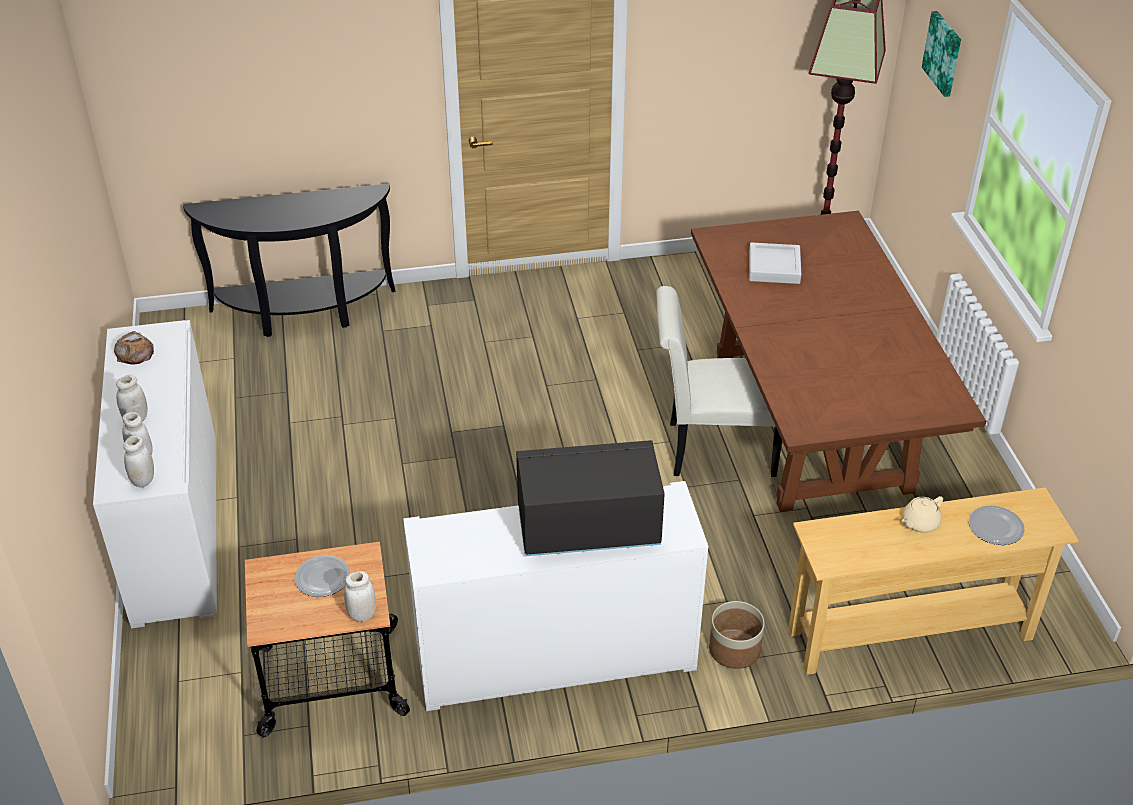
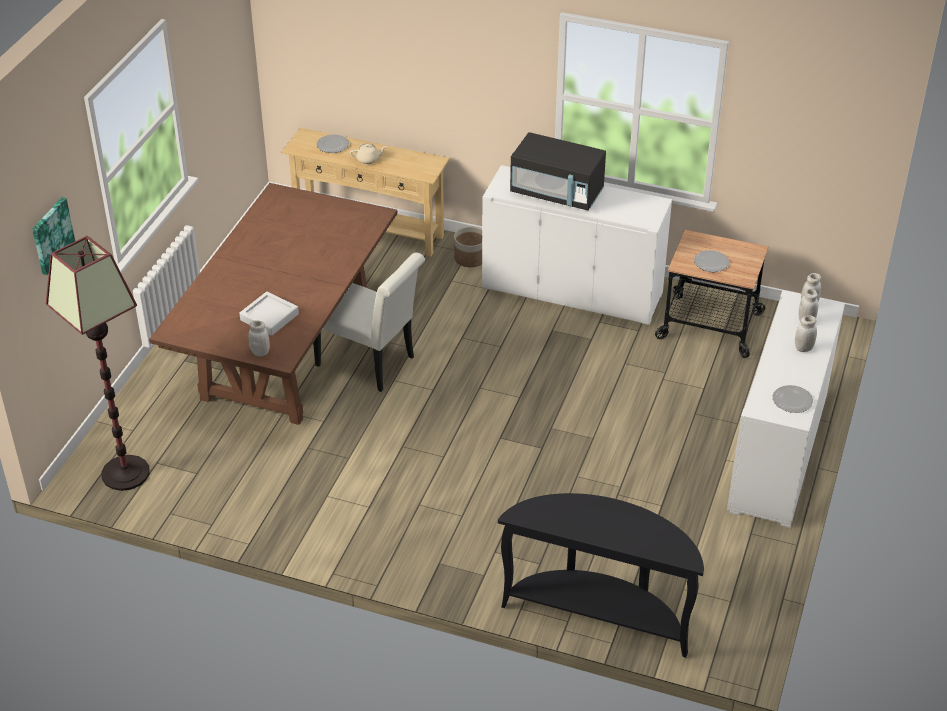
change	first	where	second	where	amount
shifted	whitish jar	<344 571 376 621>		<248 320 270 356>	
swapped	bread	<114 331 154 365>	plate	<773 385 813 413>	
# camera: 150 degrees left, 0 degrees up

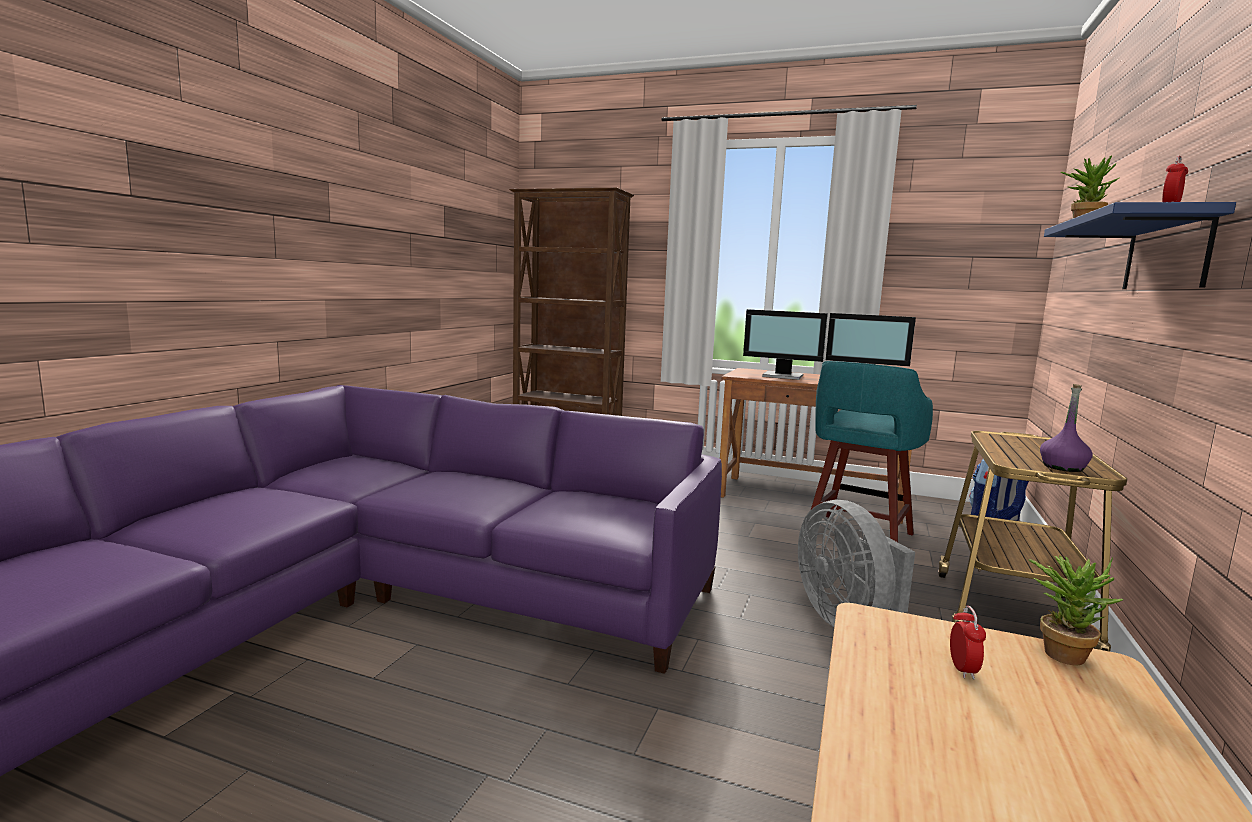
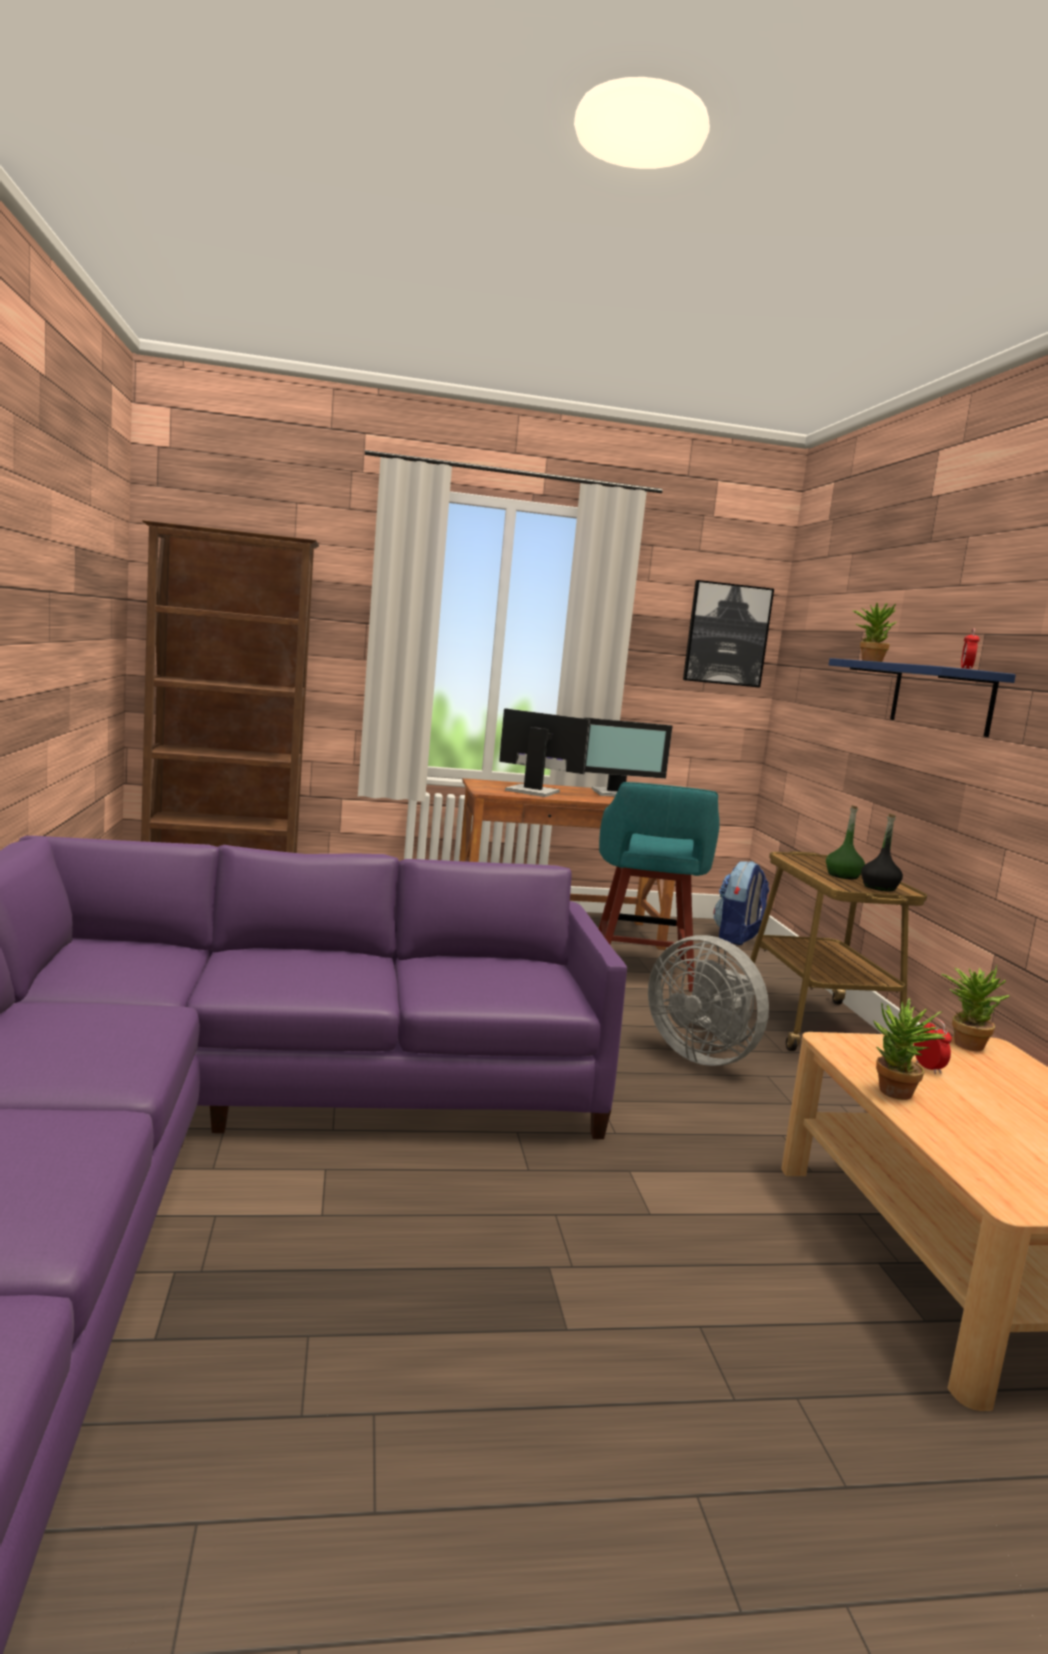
change	first	where	second	where	amount
new			wall picture	<683 580 774 688>	
new			greenish beverage bottle	<826 805 865 879>	
new			plant in a pot	<873 998 946 1100>	
repainted	purple beverage bottle	<1040 384 1093 472>	black-coloured beverage bottle	<861 813 903 892>	
rotated	computer screen	<743 309 828 380>		<499 709 591 797>	150 degrees counterclockwise
# camera: 30 degrees left, 0 degrees up

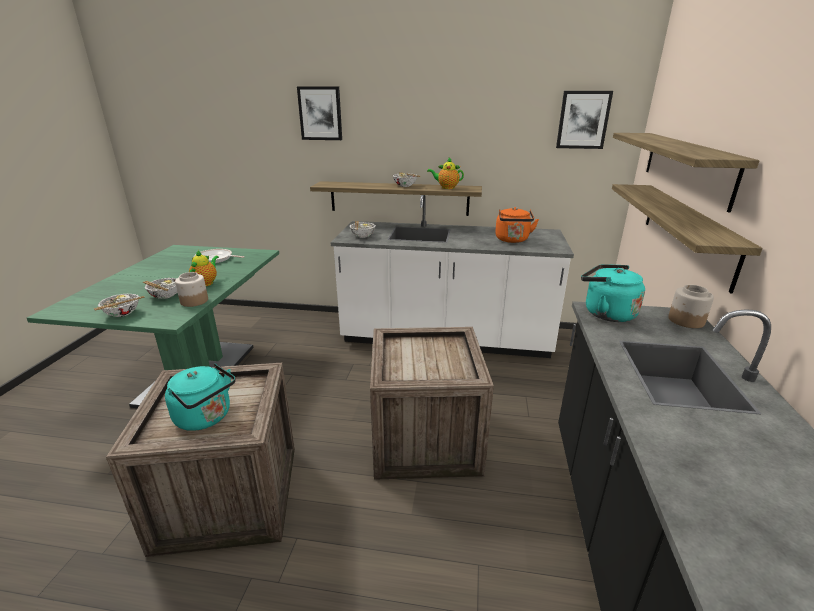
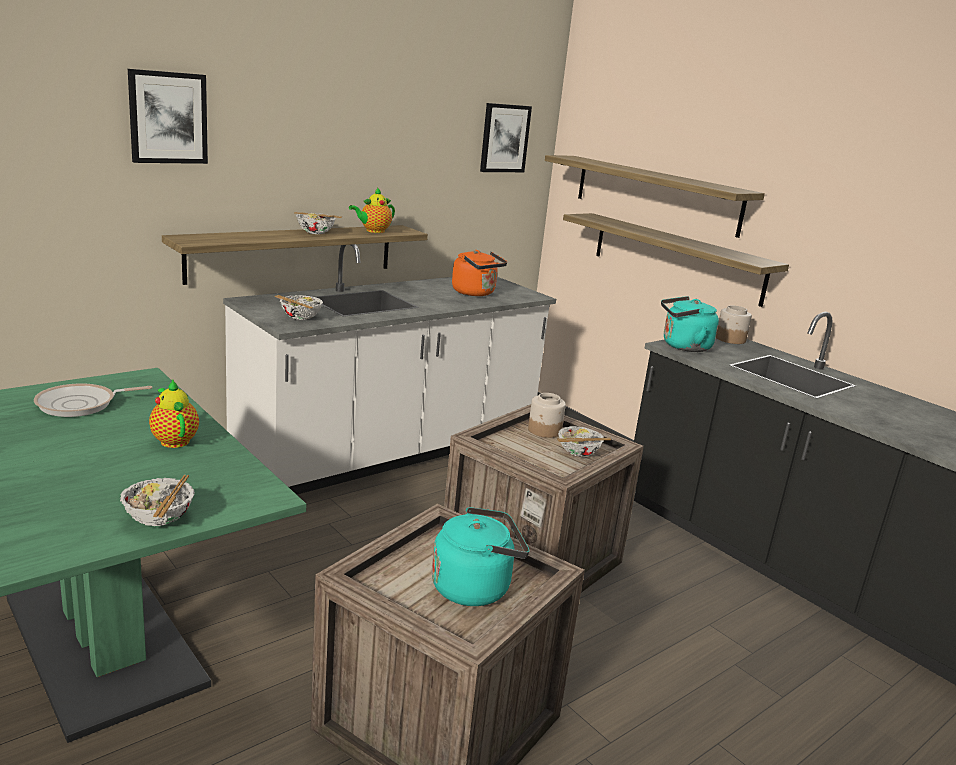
change	first	where	second	where	amount
shifted	serving bowl	<143 278 177 299>		<557 426 611 457>	
shifted	jar	<175 272 208 307>		<528 393 566 438>	
# camera: 50 degrees left, 5 degrees down

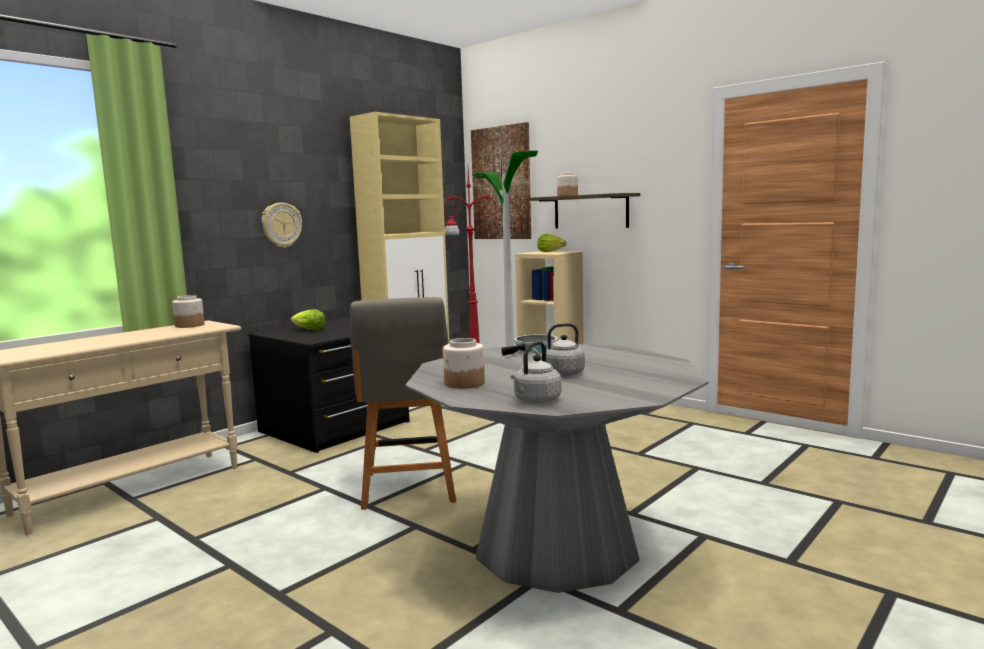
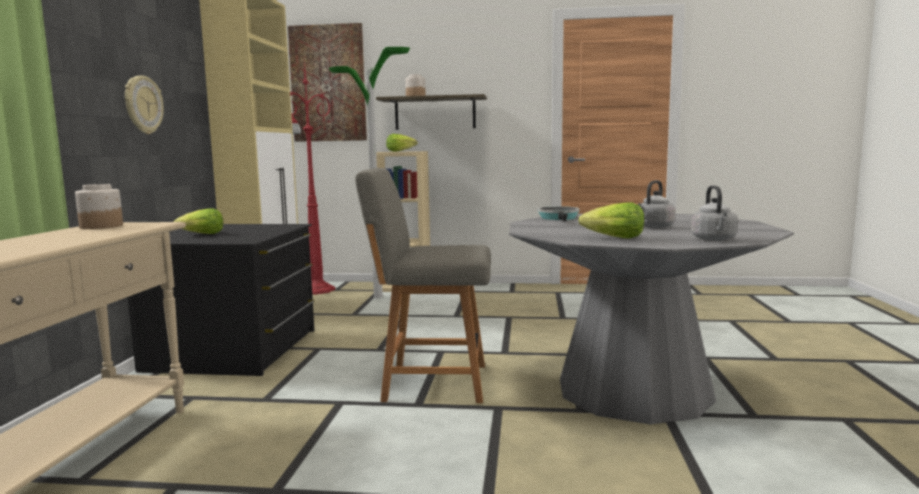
change	first	where	second	where	amount
swapped	jar	<443 338 485 389>	lettuce head	<578 203 644 238>	
rotated	gray plain chair	<350 297 456 510>		<355 168 491 403>	135 degrees clockwise
# camera: 35 degrees left, 0 degrees up

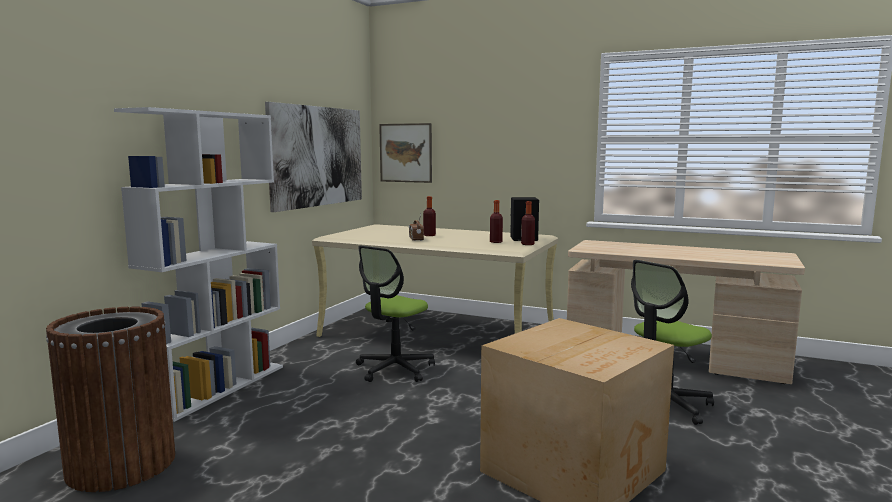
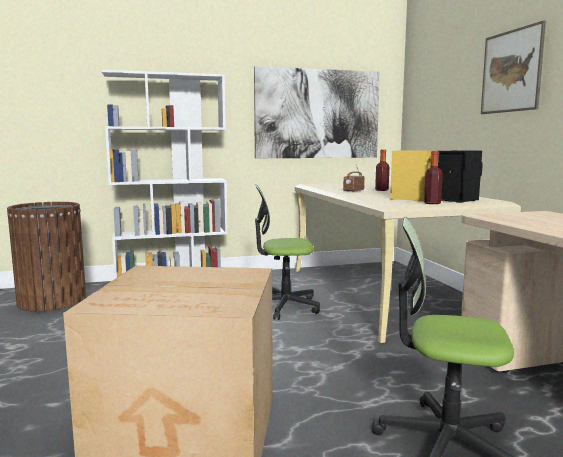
change	first	where	second	where	amount
shifted	wall picture	<379 123 432 183>		<481 20 546 114>	
swapped	beverage bottle	<490 200 503 243>	yellow-coloured loudspeaker	<390 150 433 201>	
# camera: 50 degrees right, 0 degrees up

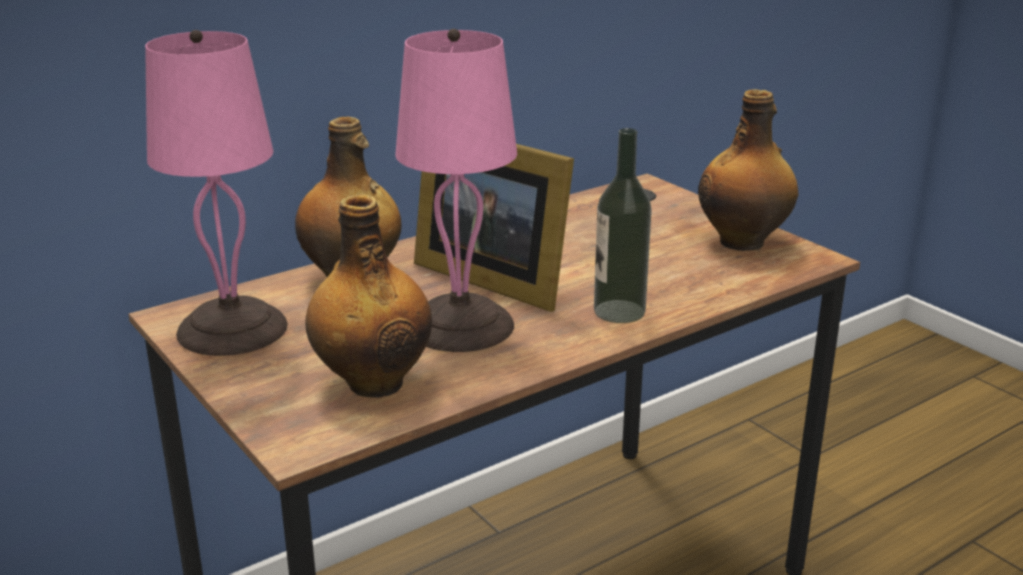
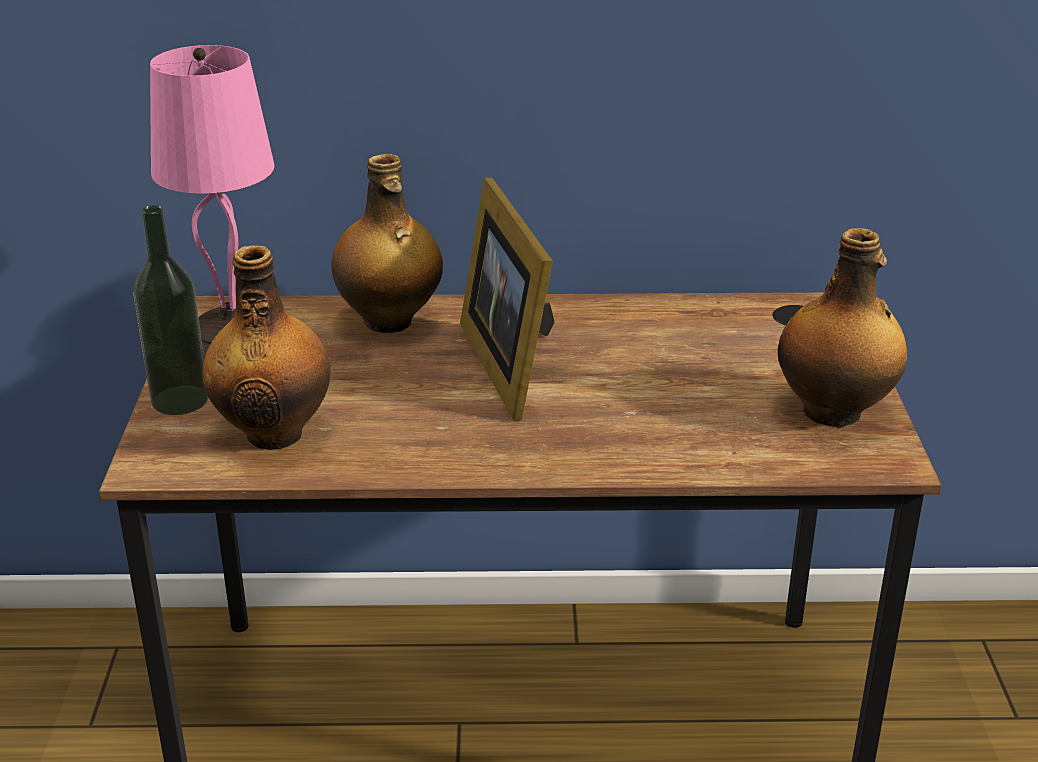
change	first	where	second	where	amount
gone	pink-coloured table lamp	<395 29 517 352>			
shifted	beverage bottle	<594 128 652 323>		<134 205 208 415>	
# camera: 35 degrees right, 5 degrees up

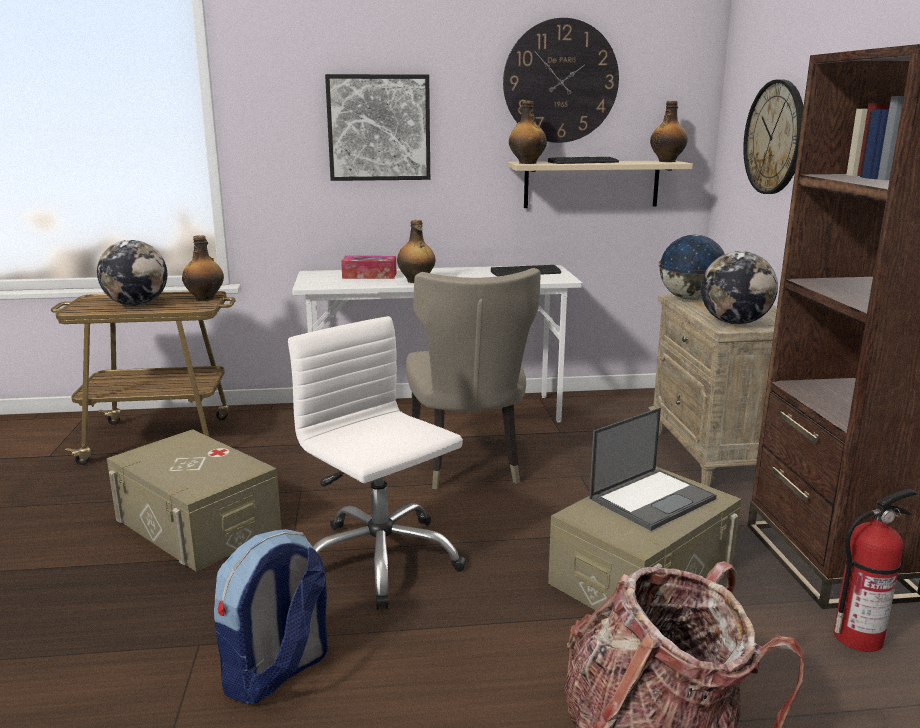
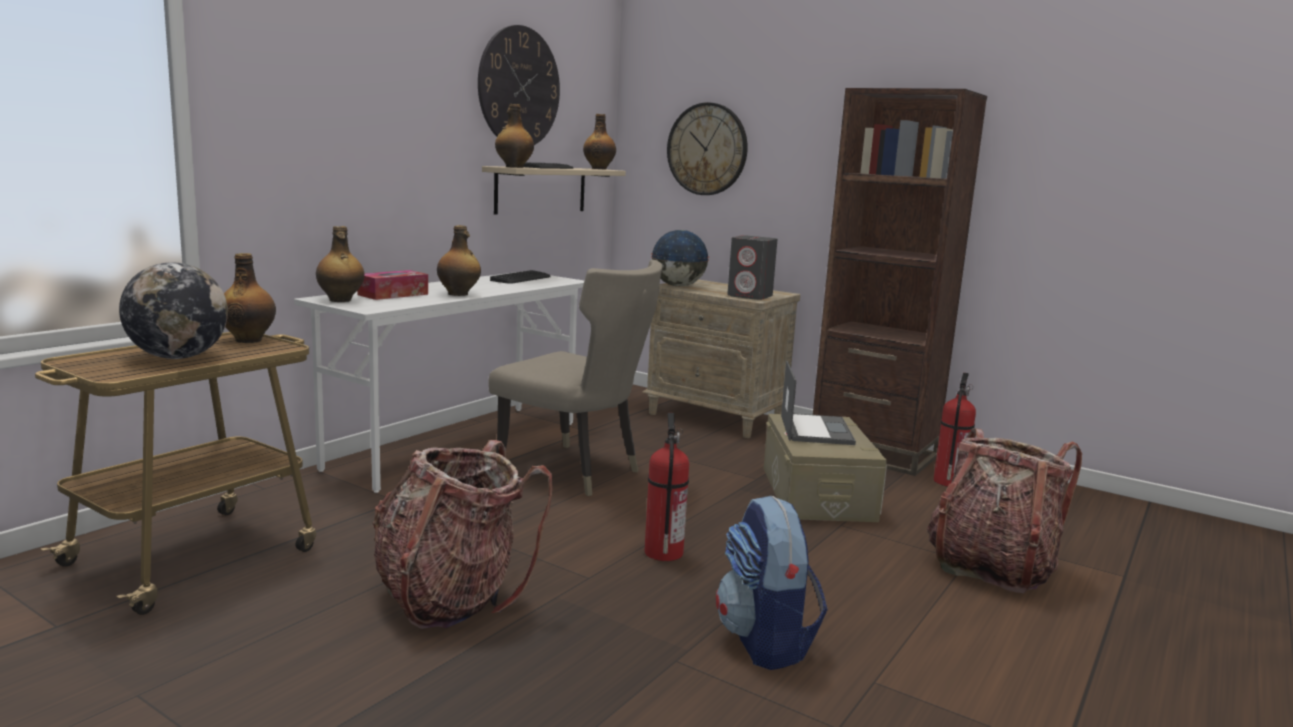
change	first	where	second	where	amount
gone	wall picture	<325 74 430 181>			
new			beverage bottle	<316 226 365 302>	
swapped	beige storage box	<107 429 282 572>	backpack	<373 440 553 629>	
swapped	whitish desk chair	<288 316 466 609>	fire extinguisher	<645 413 689 561>	
swapped	globe	<701 251 778 324>	gray loudspeaker	<727 235 778 300>	
# camera: 50 degrees left, 5 degrees down

